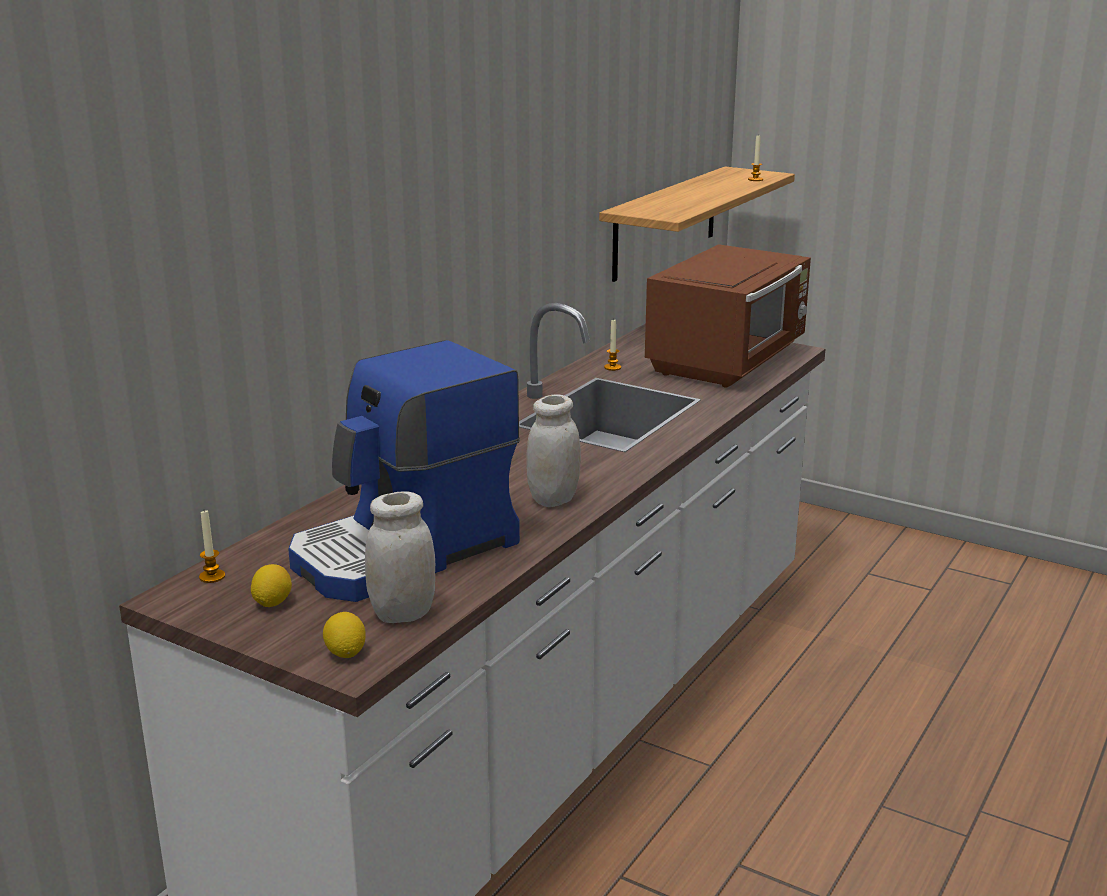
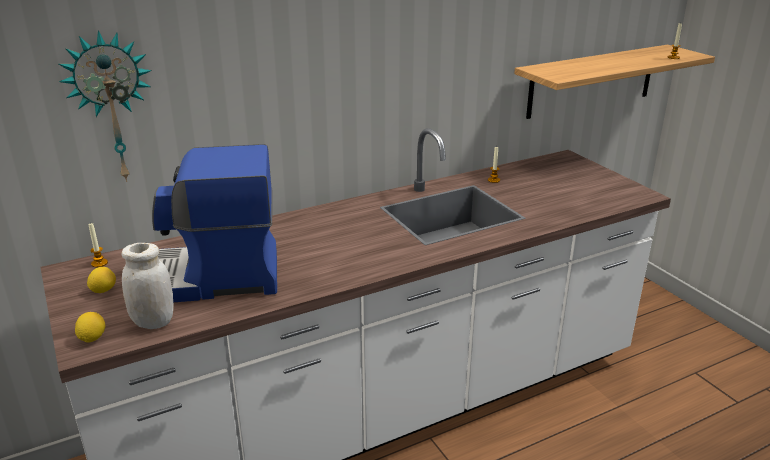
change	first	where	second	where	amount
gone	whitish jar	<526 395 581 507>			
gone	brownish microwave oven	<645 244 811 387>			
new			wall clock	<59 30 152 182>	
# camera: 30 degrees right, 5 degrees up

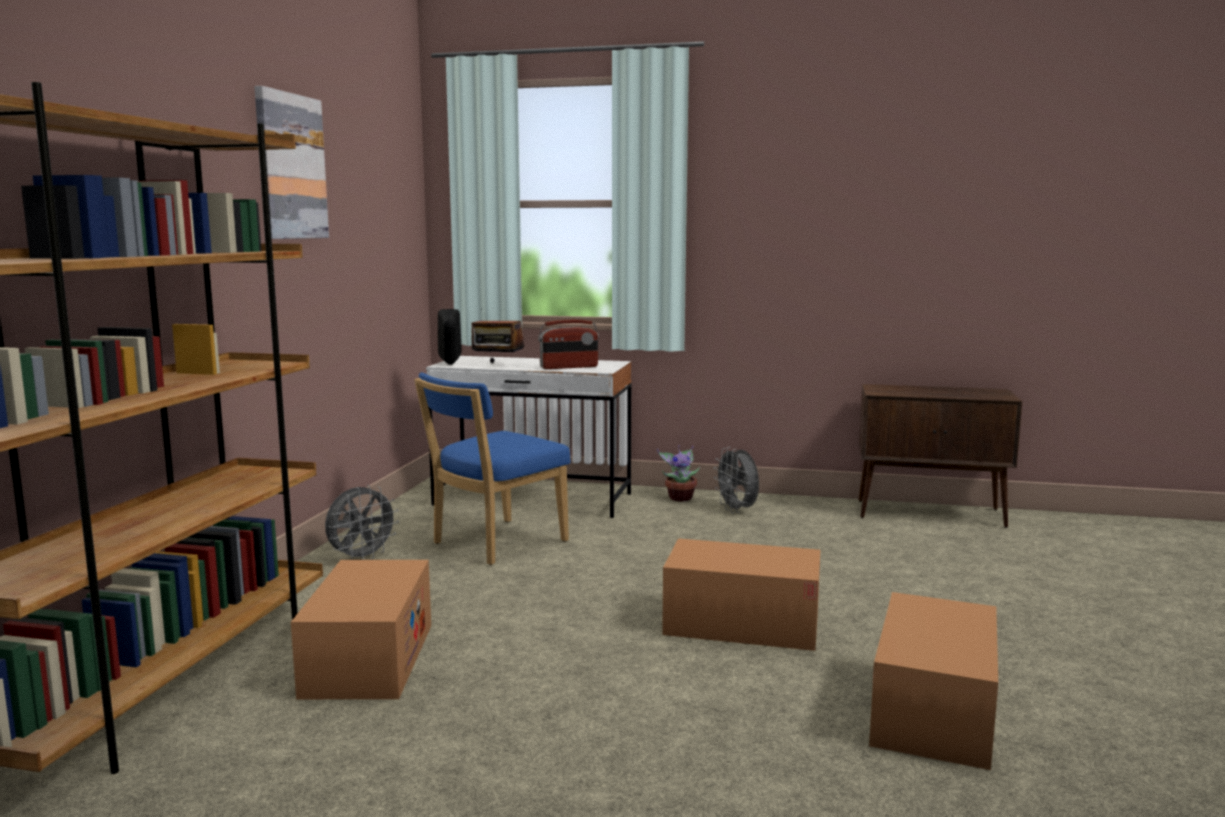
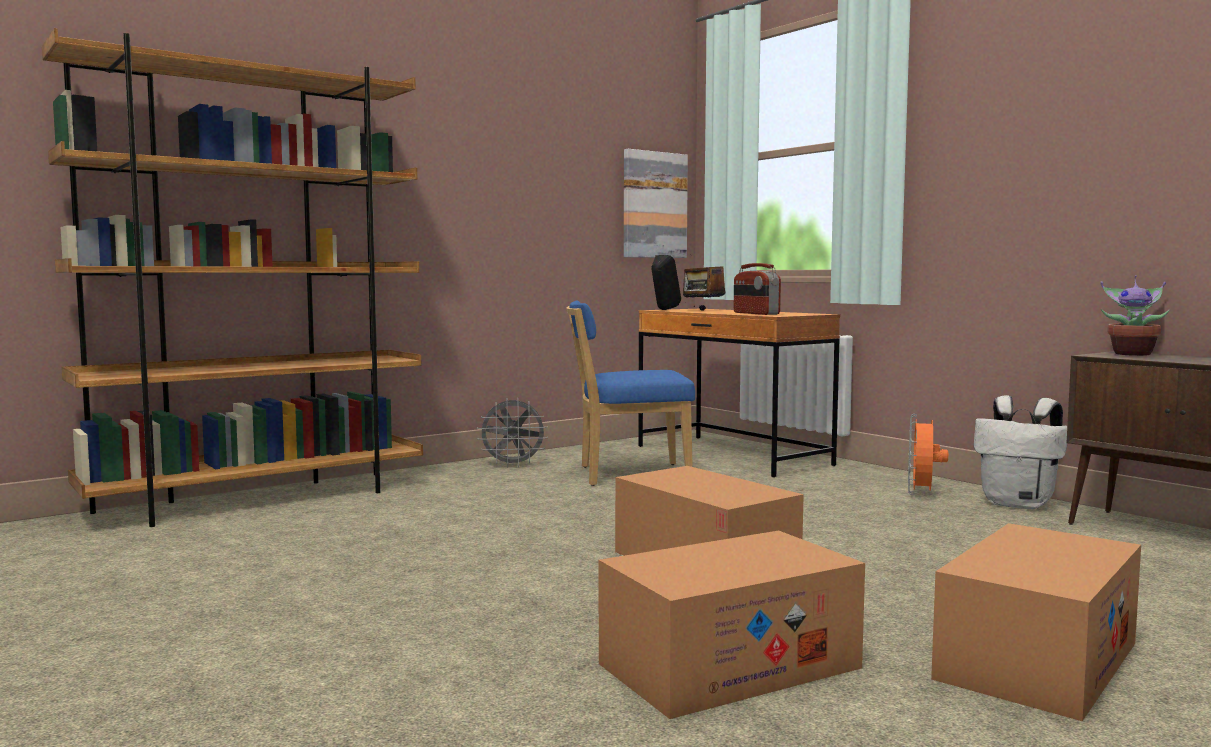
change	first	where	second	where	amount
new			whitish backpack	<974 395 1067 509>	
shifted	wall picture	<254 86 329 239>		<624 149 688 258>	
shifted	cardboard box	<291 560 431 699>		<931 523 1141 721>	
shifted	plant in a pot	<657 445 700 501>		<1100 275 1170 356>	
repainted	whitish desk table	<426 356 632 518>	brownish desk table	<638 309 840 478>	
repainted	gray electric fan	<713 447 759 513>	orangey electric fan	<908 414 948 495>	
rotated	radio	<538 320 599 369>		<733 263 781 315>	45 degrees clockwise
# camera: 40 degrees right, 5 degrees down

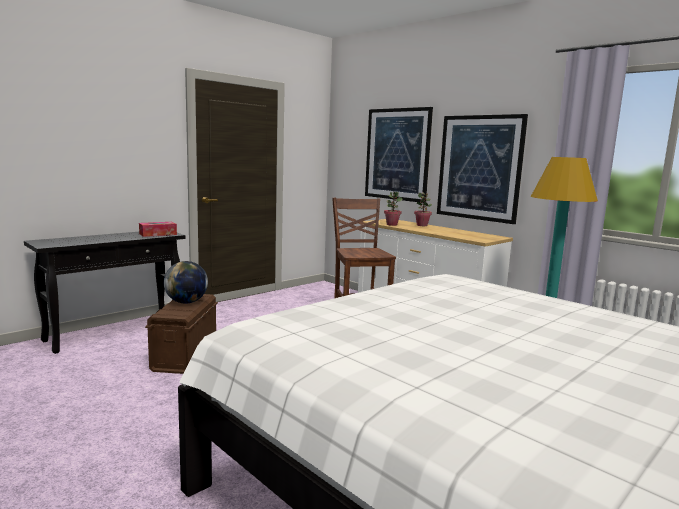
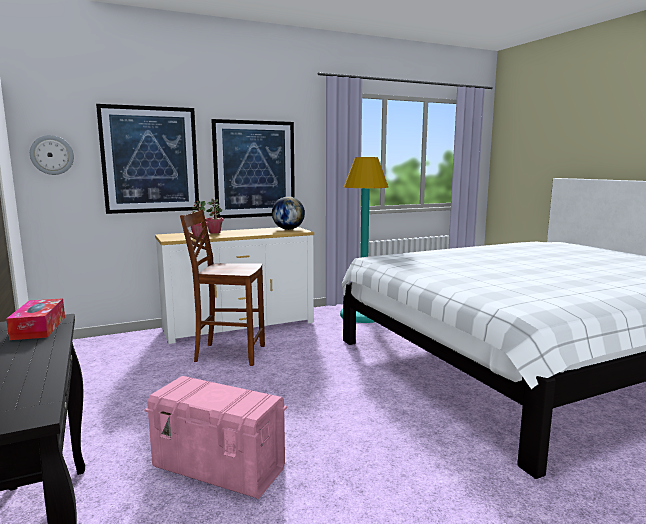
change	first	where	second	where	amount
new			wall clock	<30 135 74 175>	
shifted	globe	<164 261 208 304>		<272 196 305 230>	
repainted	brownish storage box	<145 294 218 374>	pink-coloured storage box	<144 376 287 499>	
# camera: 70 degrees left, 0 degrees up

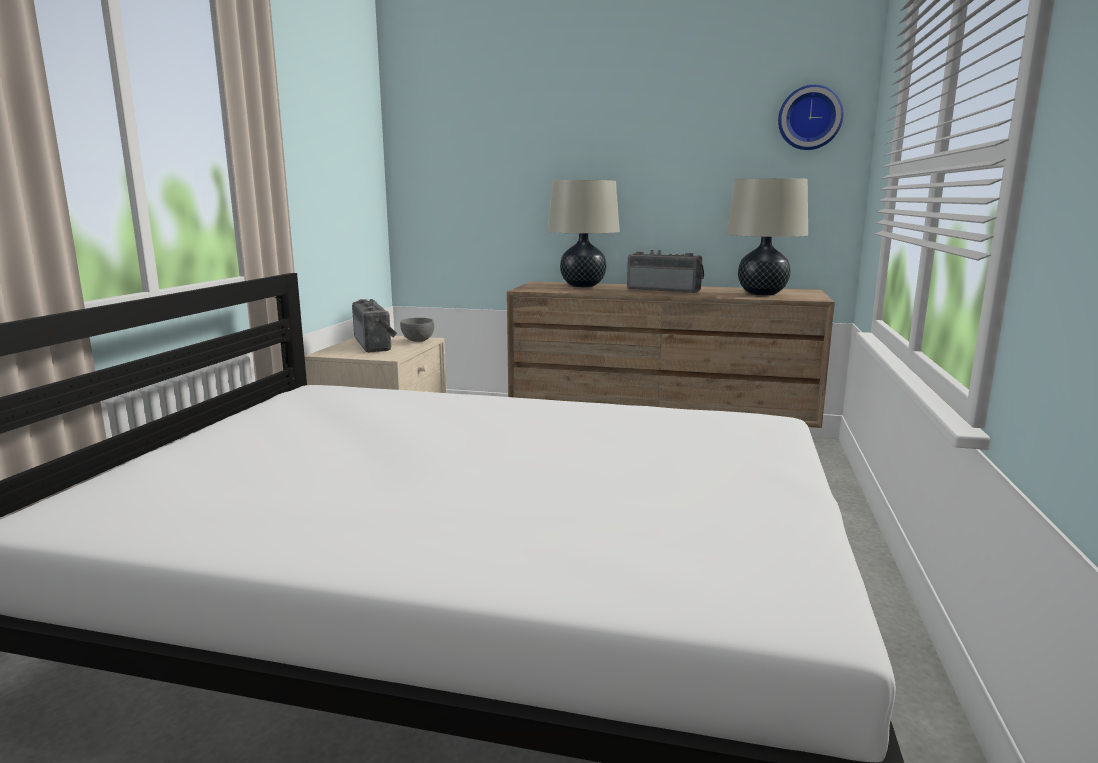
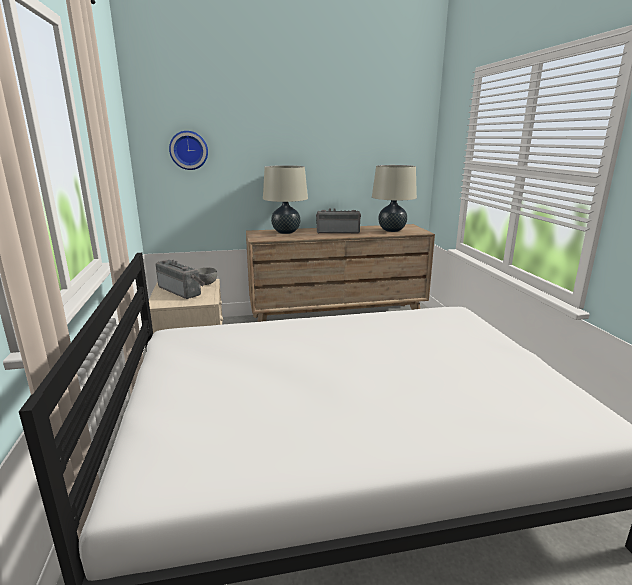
change	first	where	second	where	amount
shifted	wall clock	<778 85 843 150>		<169 131 208 170>	
# camera: 25 degrees left, 5 degrees up

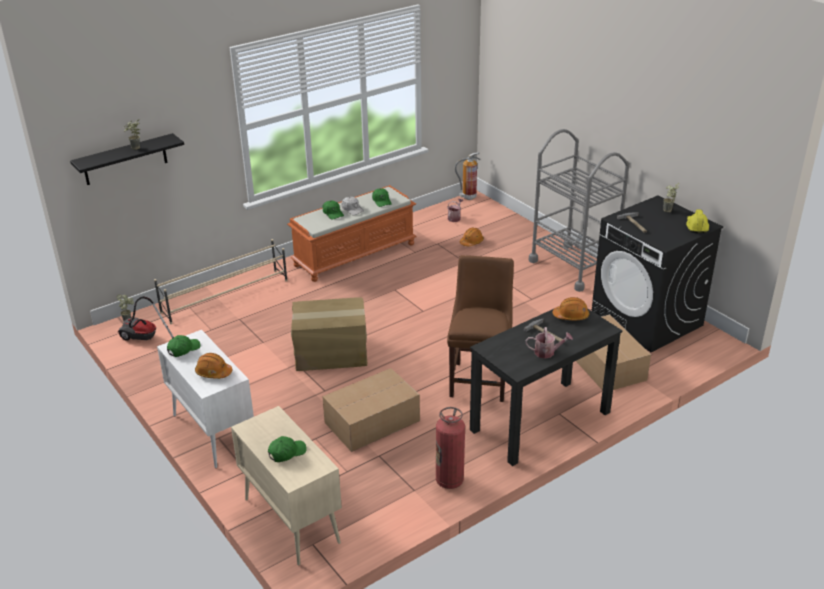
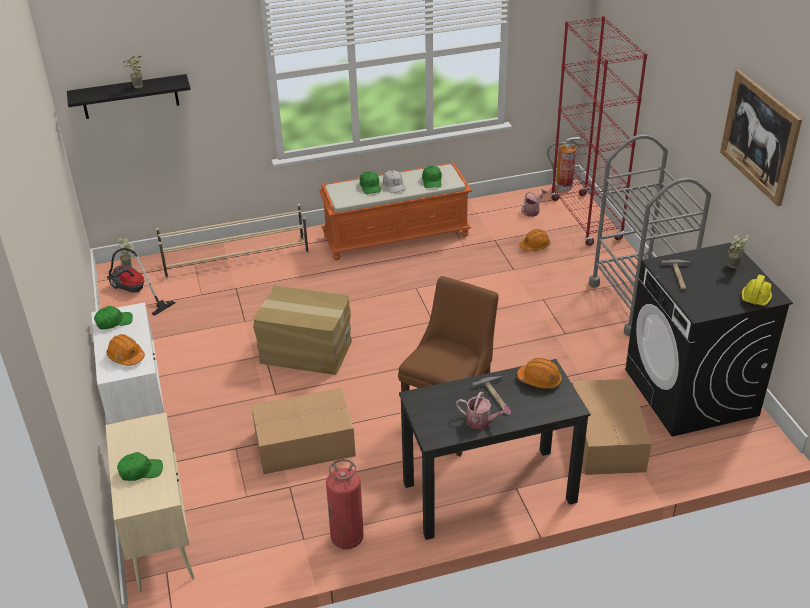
change	first	where	second	where	amount
new			reddish bookcase	<551 16 647 246>	
new			wall picture	<720 70 802 206>	
# camera: 20 degrees right, 5 degrees up

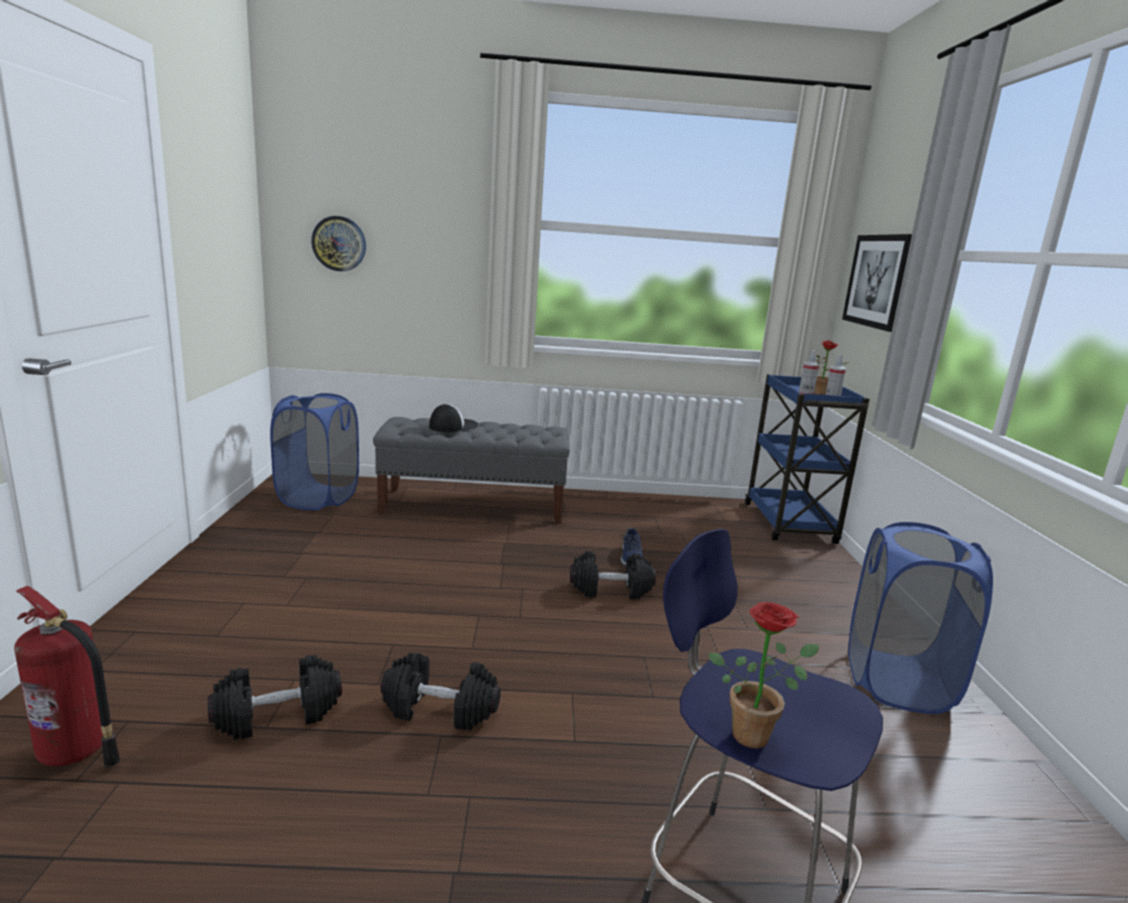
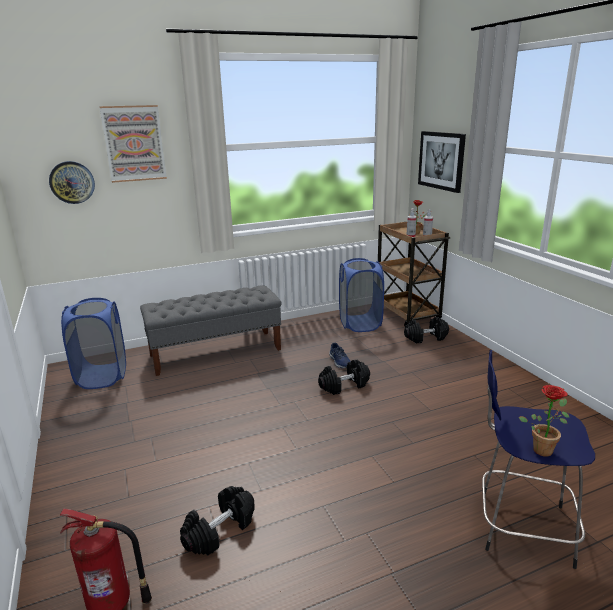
change	first	where	second	where	amount
gone	peaked cap	<429 404 478 432>			
new			wall picture	<99 105 167 183>	
shifted	black-coloured hand weight	<381 653 501 730>		<404 317 449 343>	
shifted	bluish hamper	<848 522 993 714>		<339 258 384 332>	
repainted	bluish trolley	<745 374 870 544>	brownish trolley	<378 222 450 326>	
# camera: 20 degrees left, 5 degrees up

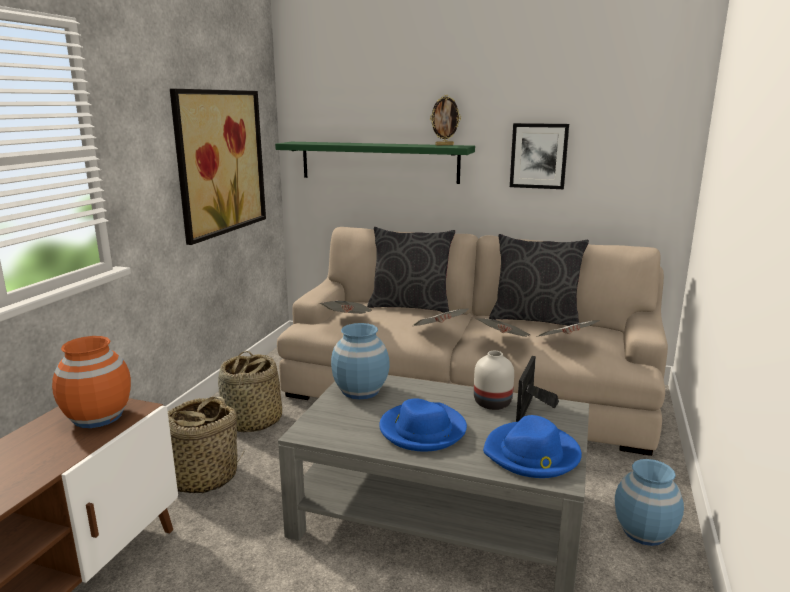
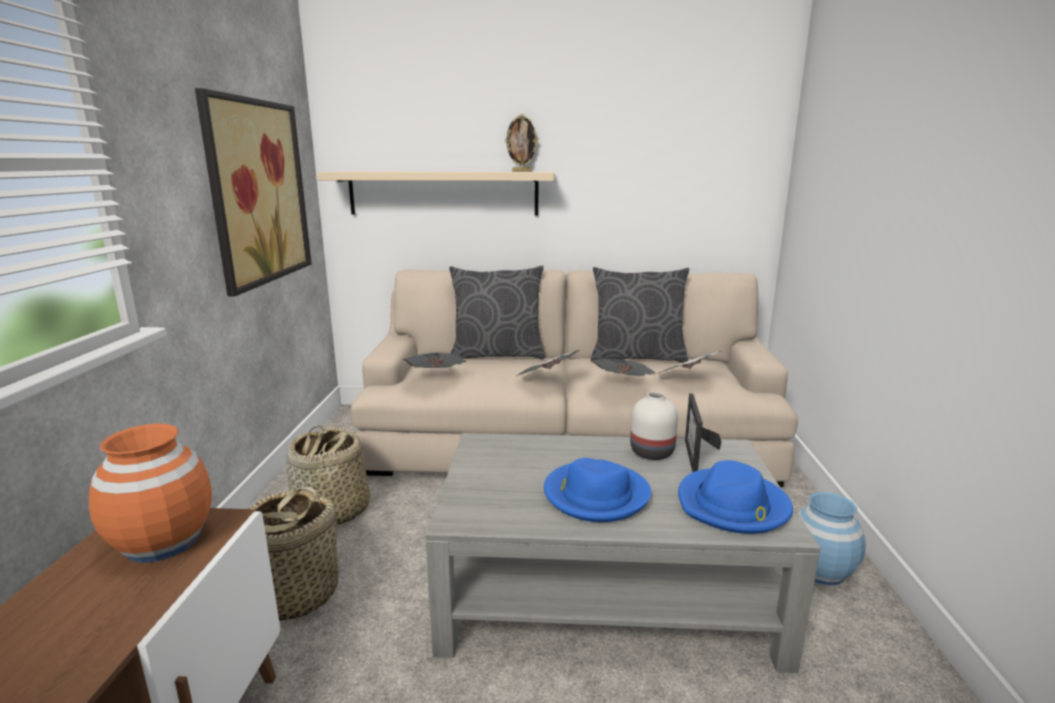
change	first	where	second	where	amount
gone	bluish vase	<331 323 390 399>			
gone	wall picture	<510 123 569 189>			
repainted	greenish shelf	<275 142 475 184>	beige shelf	<318 172 554 216>	
# camera: 15 degrees left, 0 degrees up

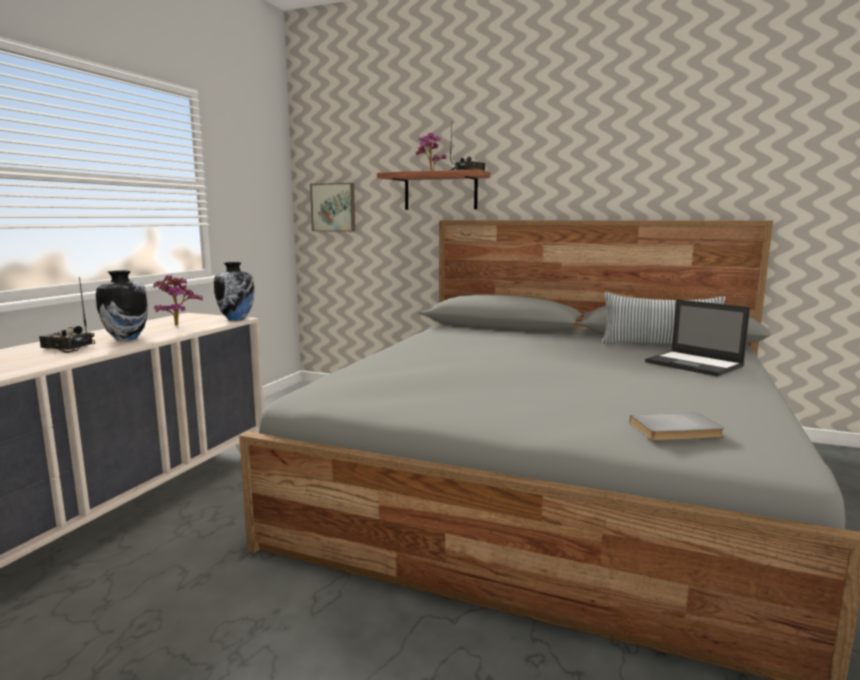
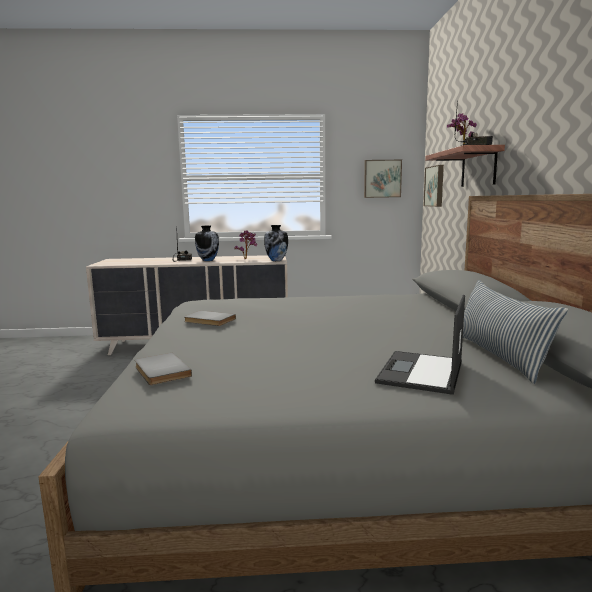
change	first	where	second	where	amount
new			gray volume	<184 311 236 326>	
new			wall picture	<364 160 402 198>	
# camera: 65 degrees right, 0 degrees up

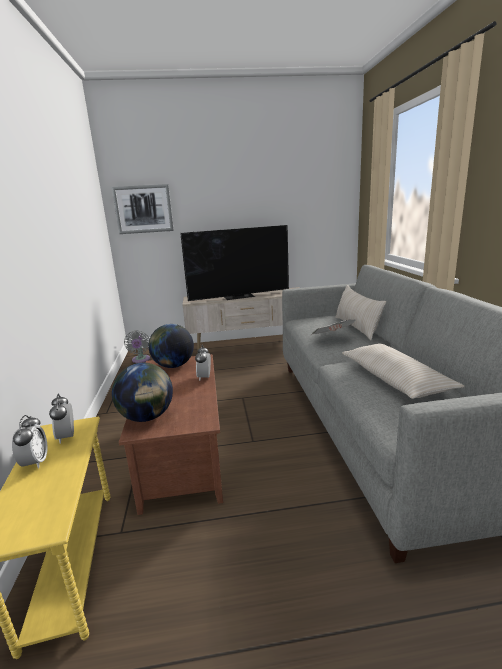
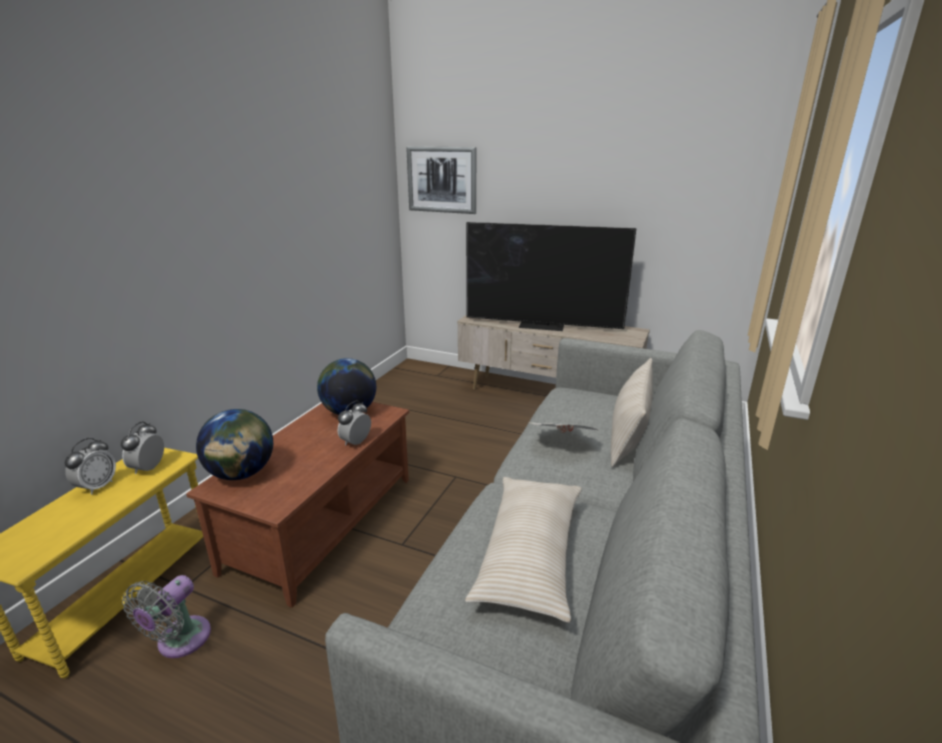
change	first	where	second	where	amount
shifted	gray electric fan	<124 330 150 363>		<122 575 211 658>	
# camera: 30 degrees right, 5 degrees up

